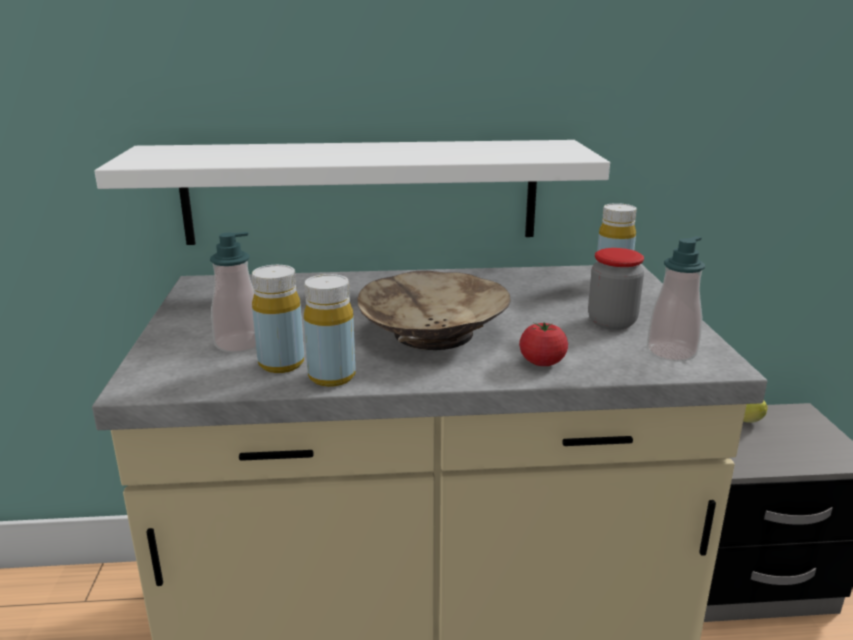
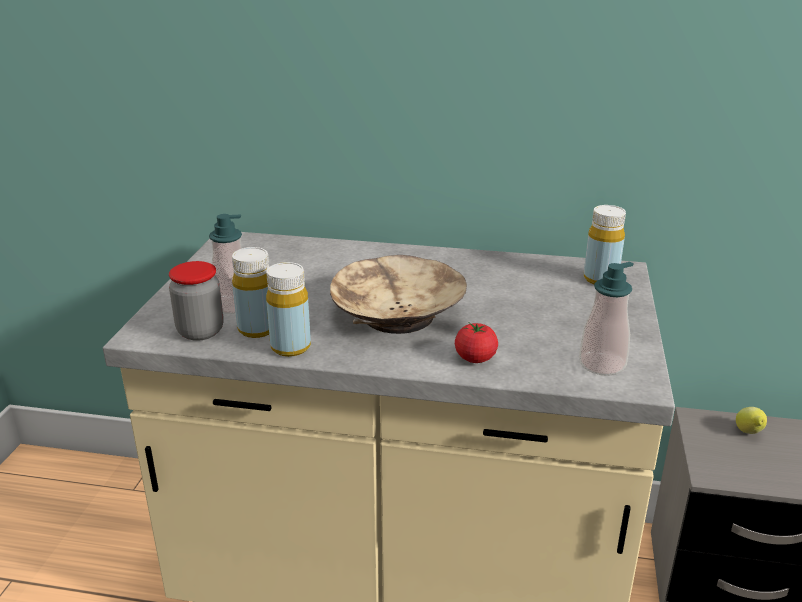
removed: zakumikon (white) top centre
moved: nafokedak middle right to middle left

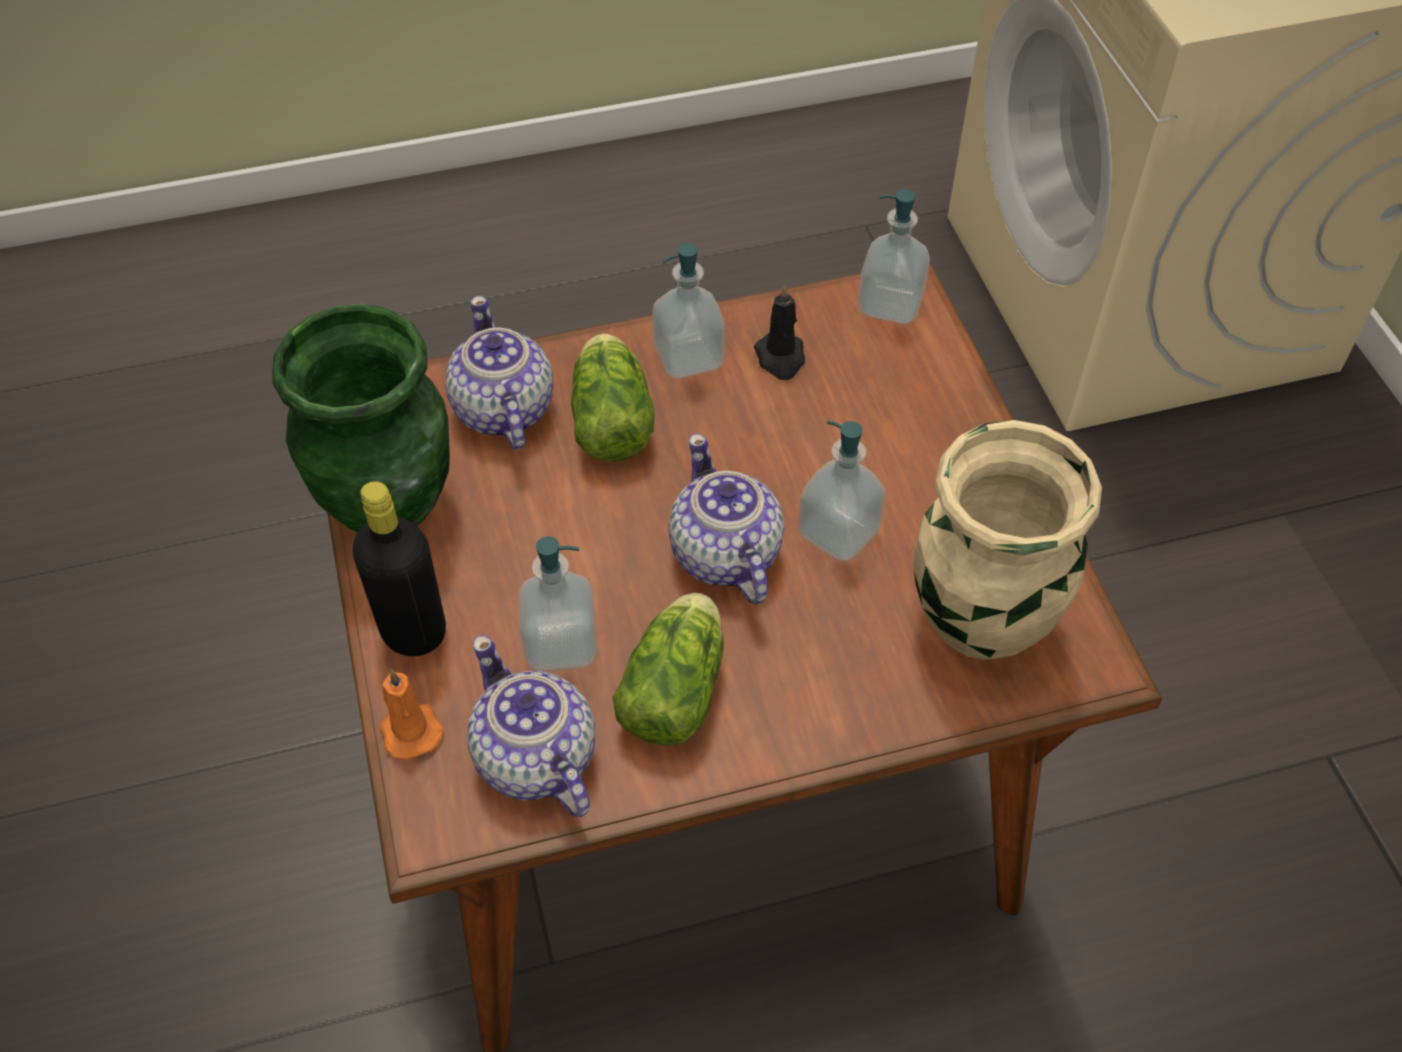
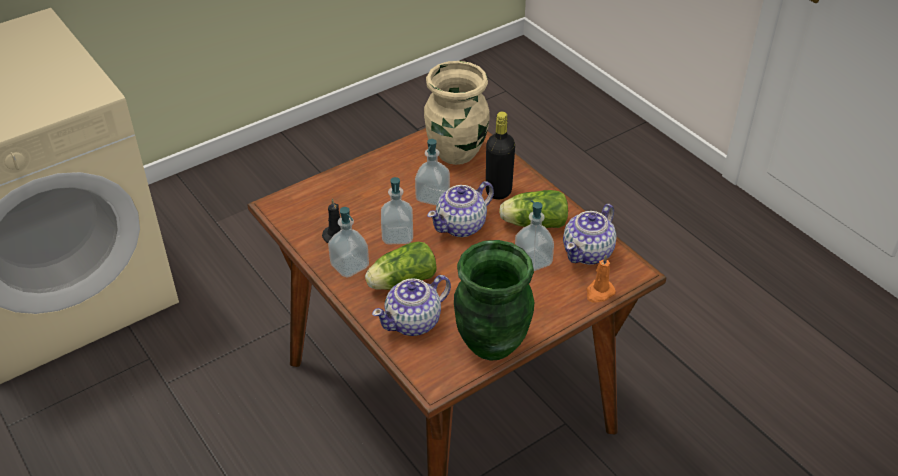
moved: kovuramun (4th from left in the first image) top centre to kovuramun (2nd from left) centre; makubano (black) middle left to top centre

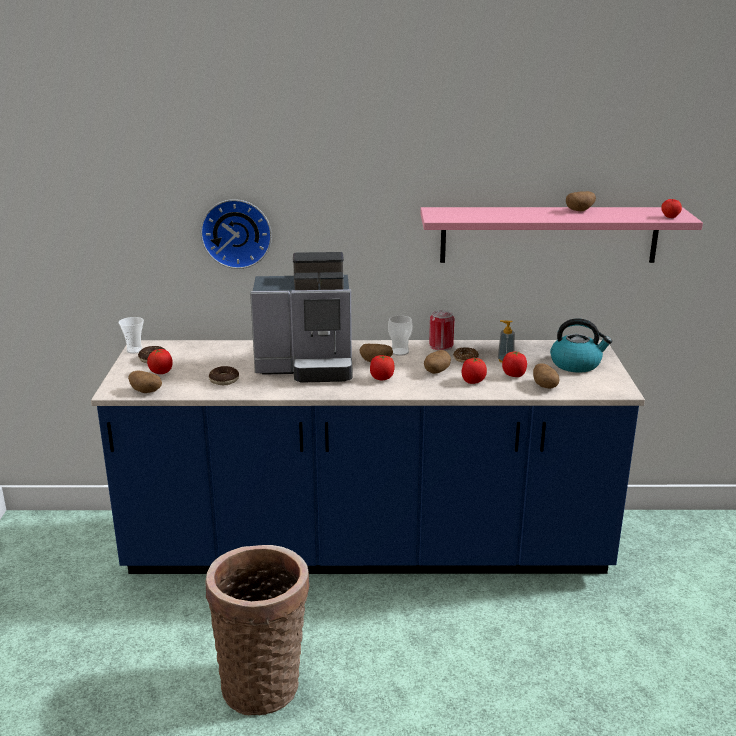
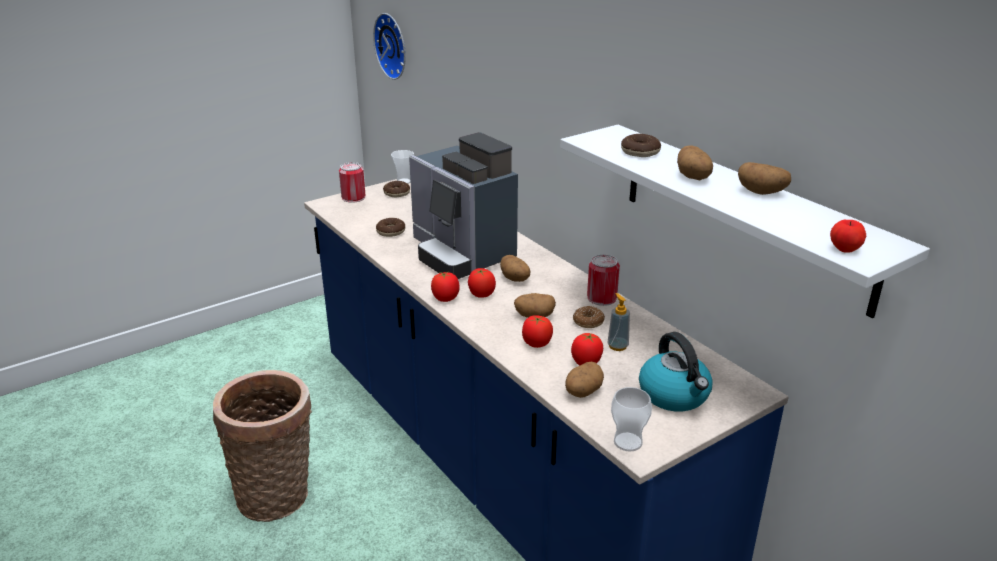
added: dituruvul (4th from left) top centre; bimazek (1st from left) top centre
moved: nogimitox top left to top centre; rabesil (2nd from left) centre to bottom centre; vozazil (1st from left) middle left to centre; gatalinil (1st from left in the first image) middle left to gatalinil (4th from left) top right
recoloured: zakumikon (pink) top right to zakumikon (white) middle right

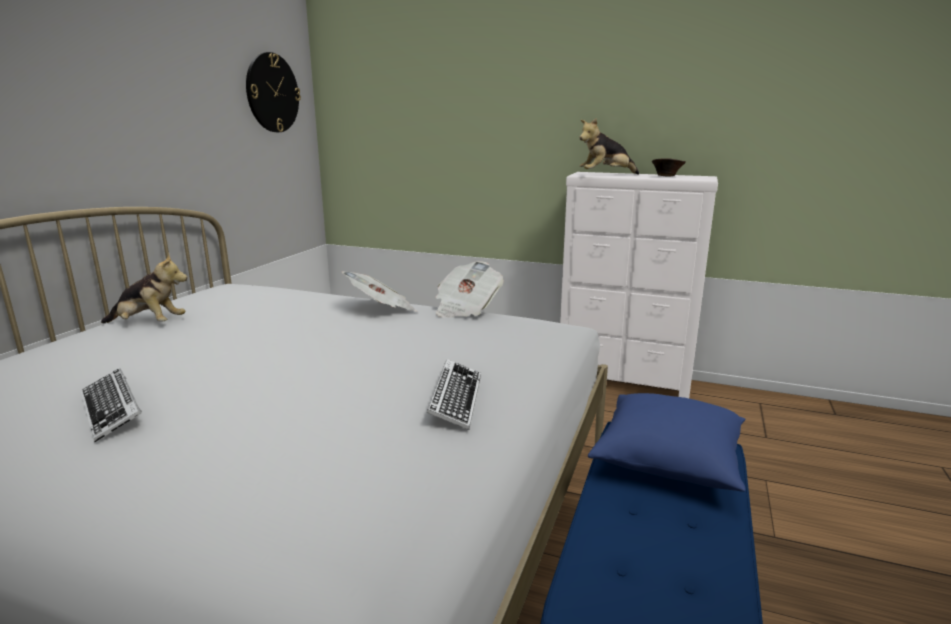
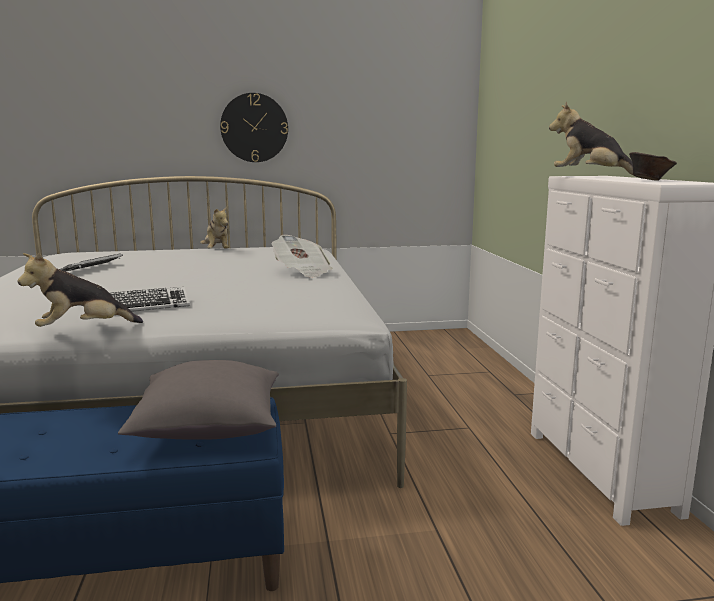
removed: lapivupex (2nd from left) centre
added: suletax (1st from left) middle left
moved: nogimitox top left to top centre
recoloured: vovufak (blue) bottom right to vovufak (grey) middle left

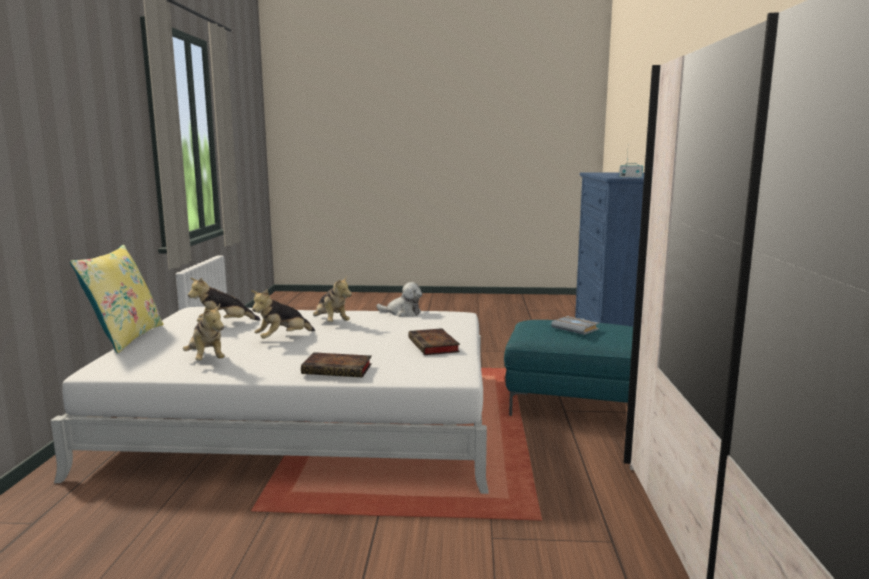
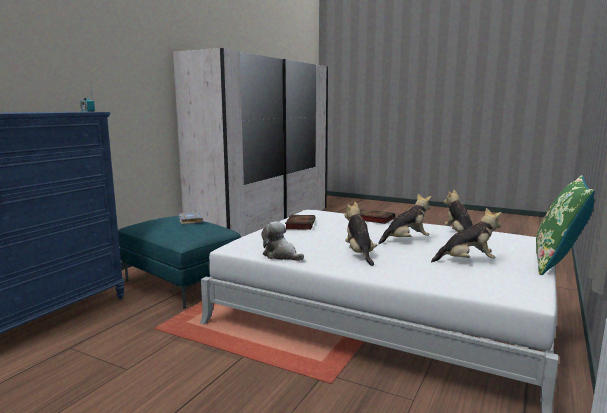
recoloured: vovufak (yellow) middle left to vovufak (green) middle right

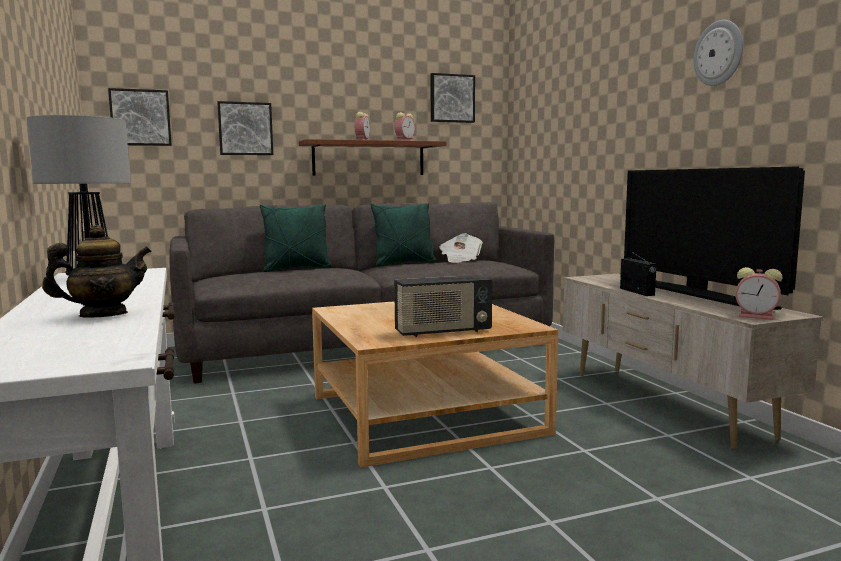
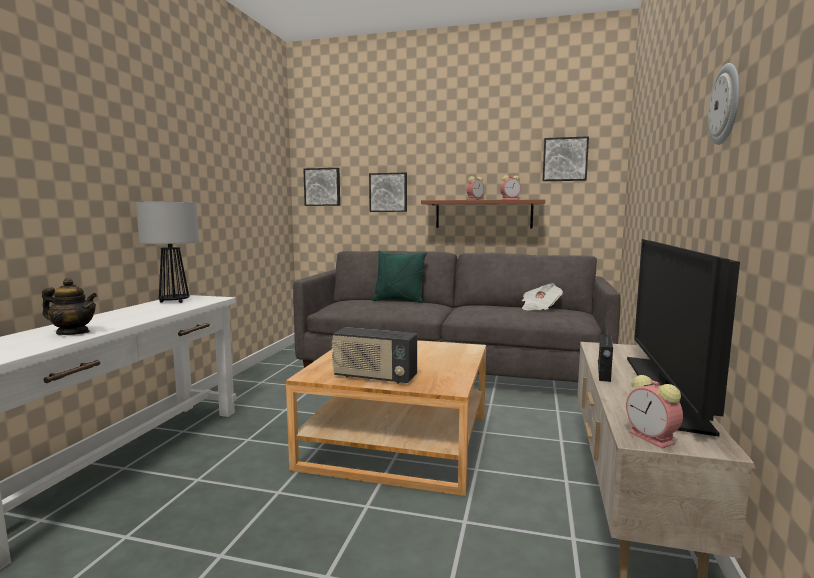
removed: vovufak (green) (2nd from left) centre

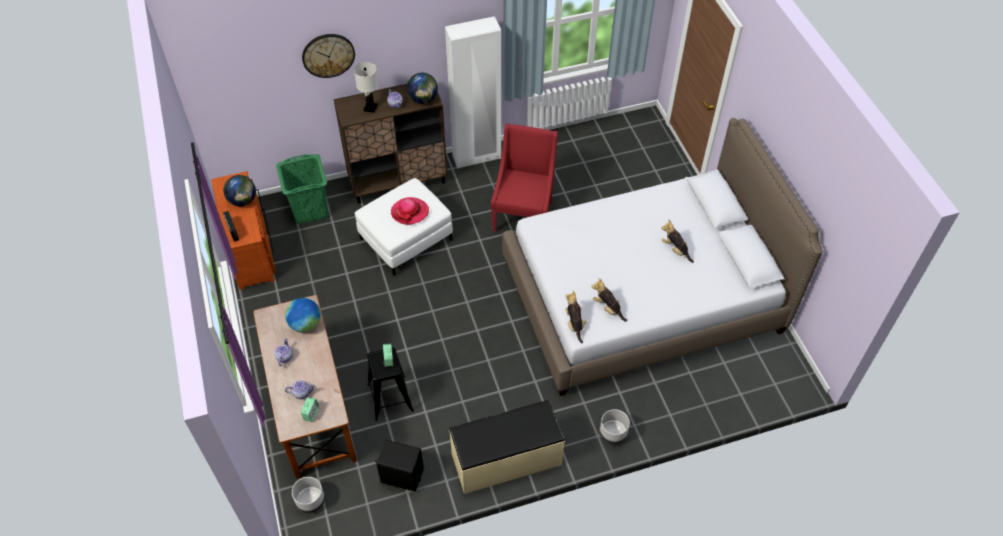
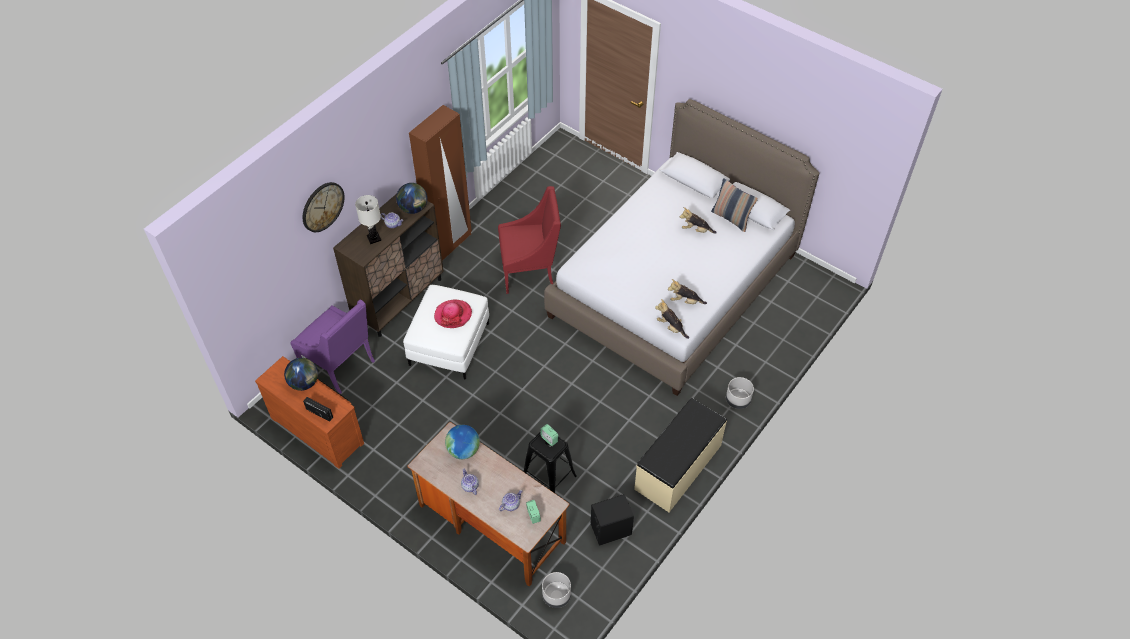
added: vovufak top centre
replaced: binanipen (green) middle left to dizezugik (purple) middle left
recoloured: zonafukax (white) top centre to zonafukax (brown) top centre
turned: dizezugik (red) top centre = centre 105 degrees clockwise

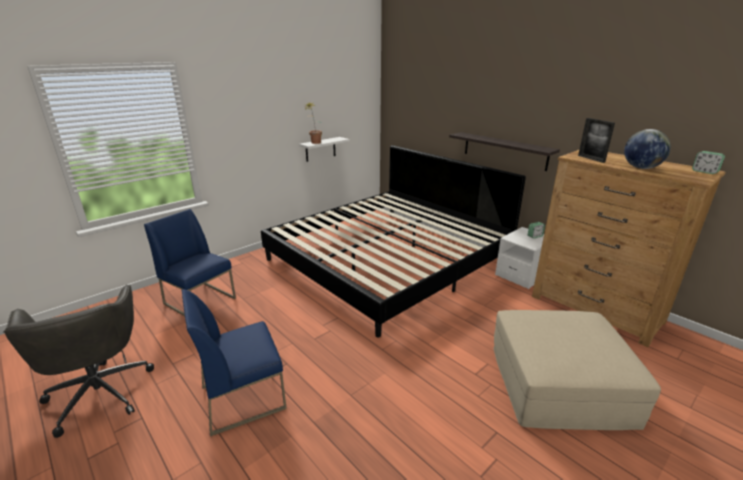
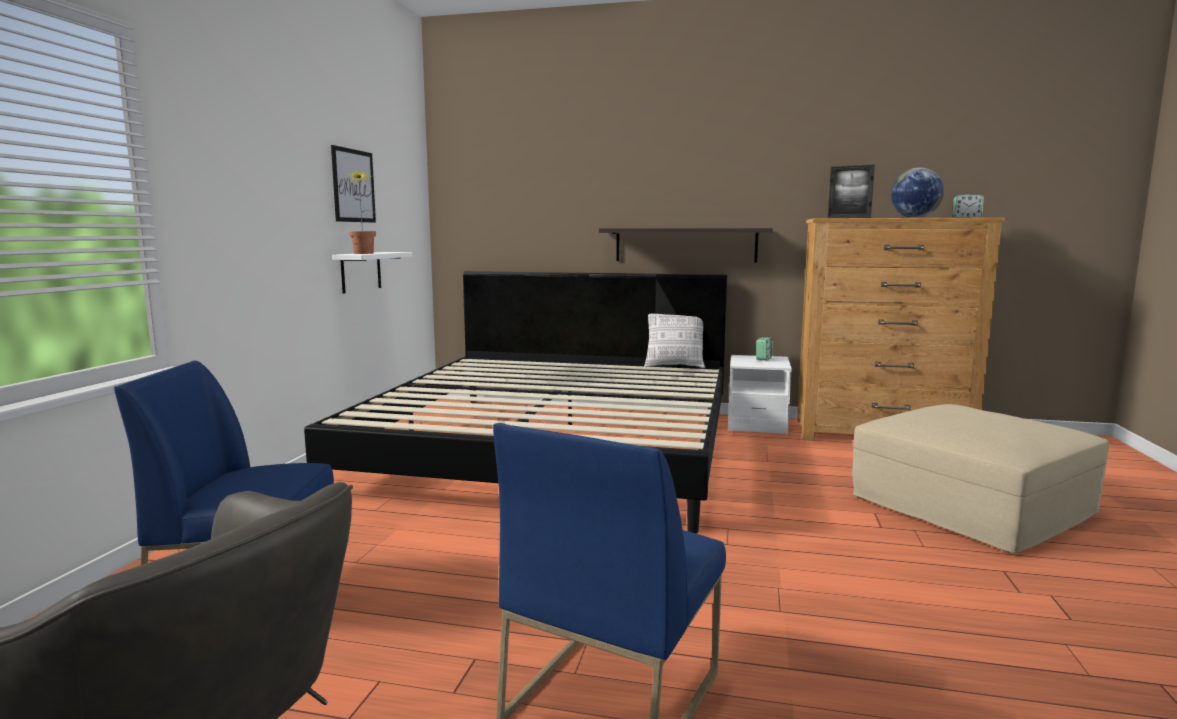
added: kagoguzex top left; vovufak centre

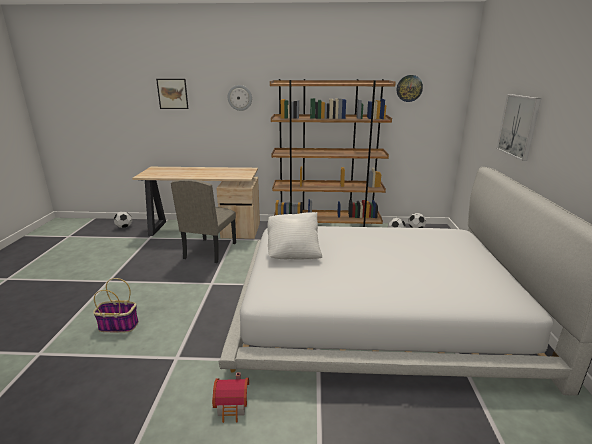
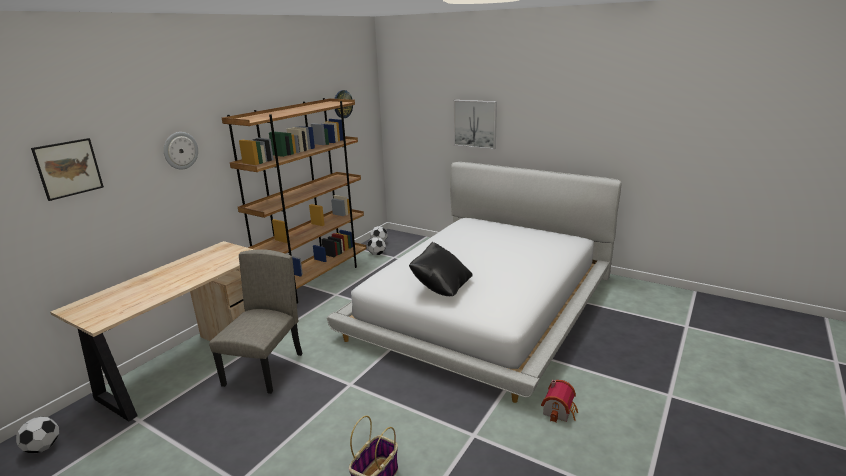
recoloured: vovufak (white) centre to vovufak (black) centre
turned: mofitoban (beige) centre = bottom left 120 degrees counterclockwise

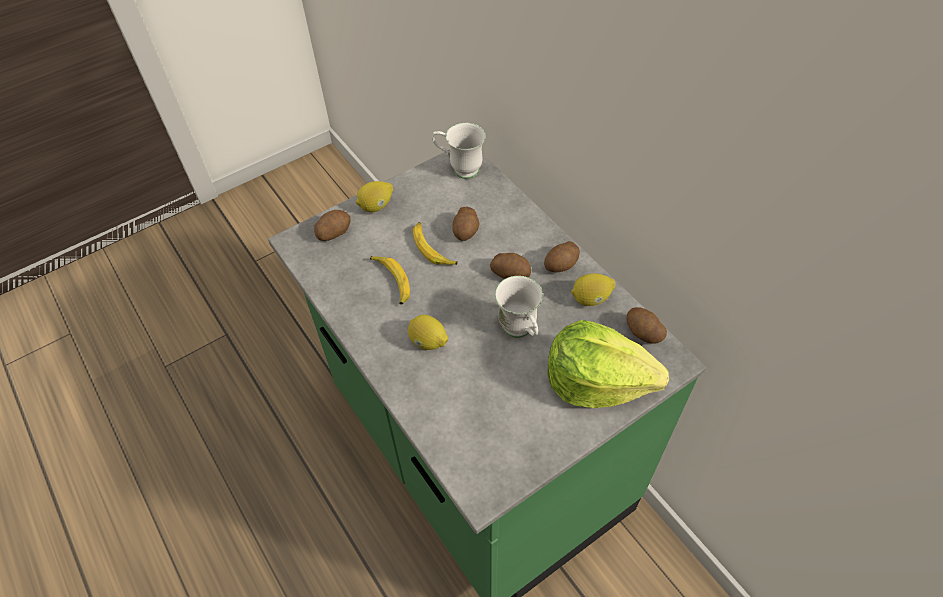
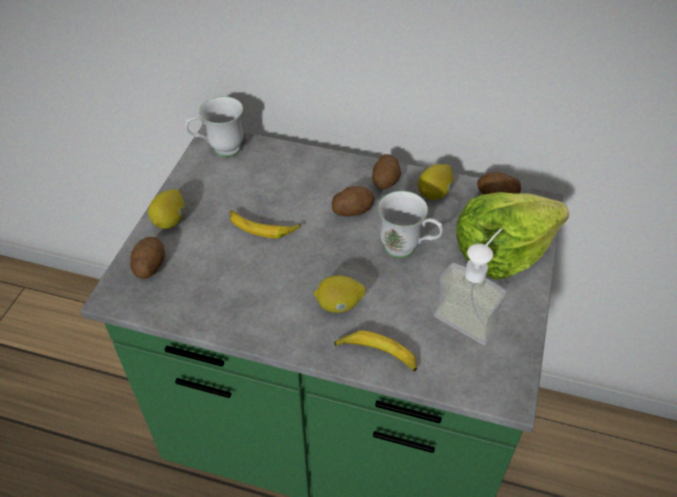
removed: gatalinil (2nd from left) centre
added: kovuramun middle right
moved: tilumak (1st from left in the first image) centre to tilumak (2nd from left) bottom centre

